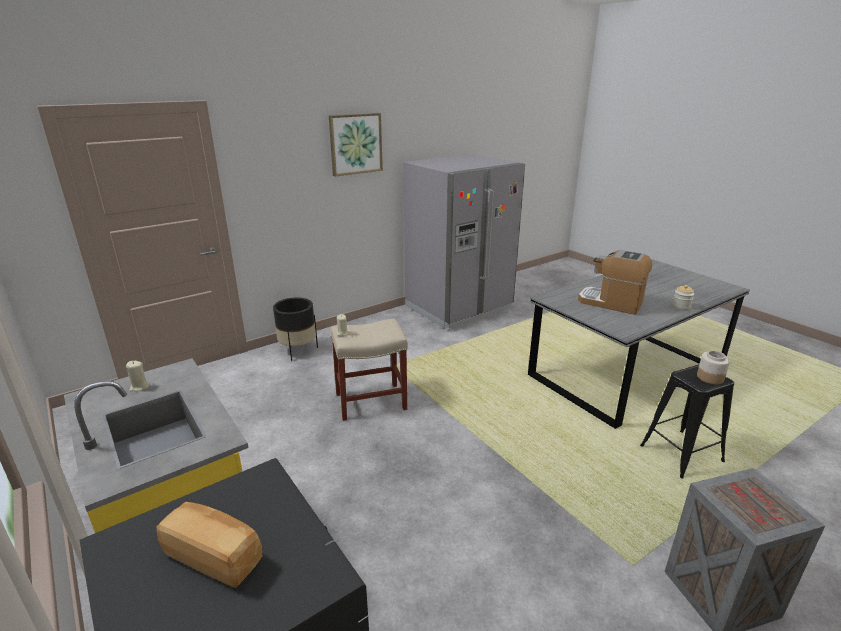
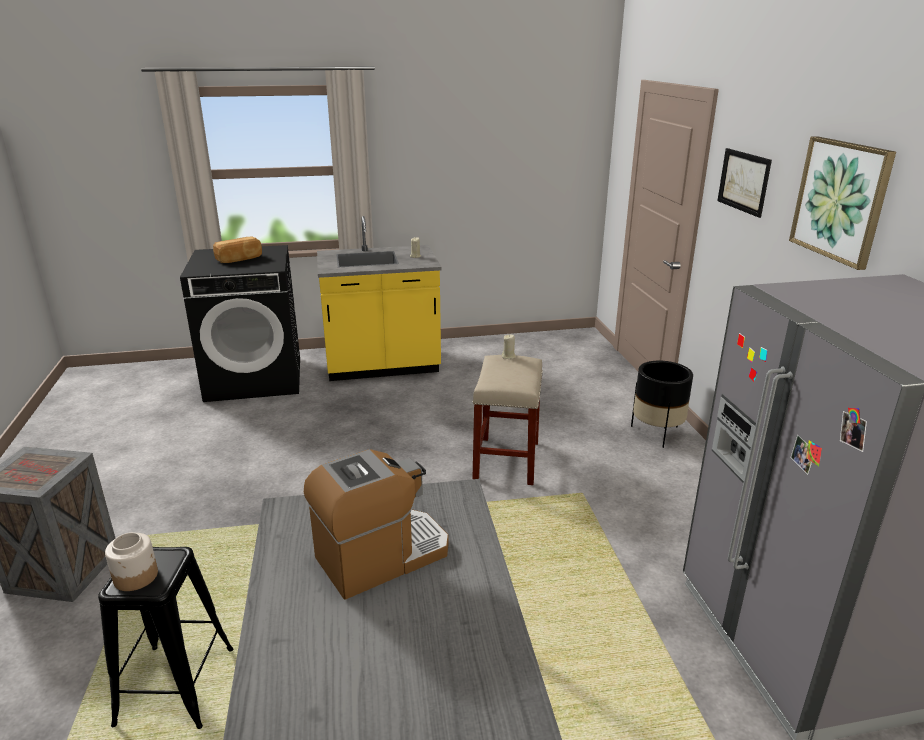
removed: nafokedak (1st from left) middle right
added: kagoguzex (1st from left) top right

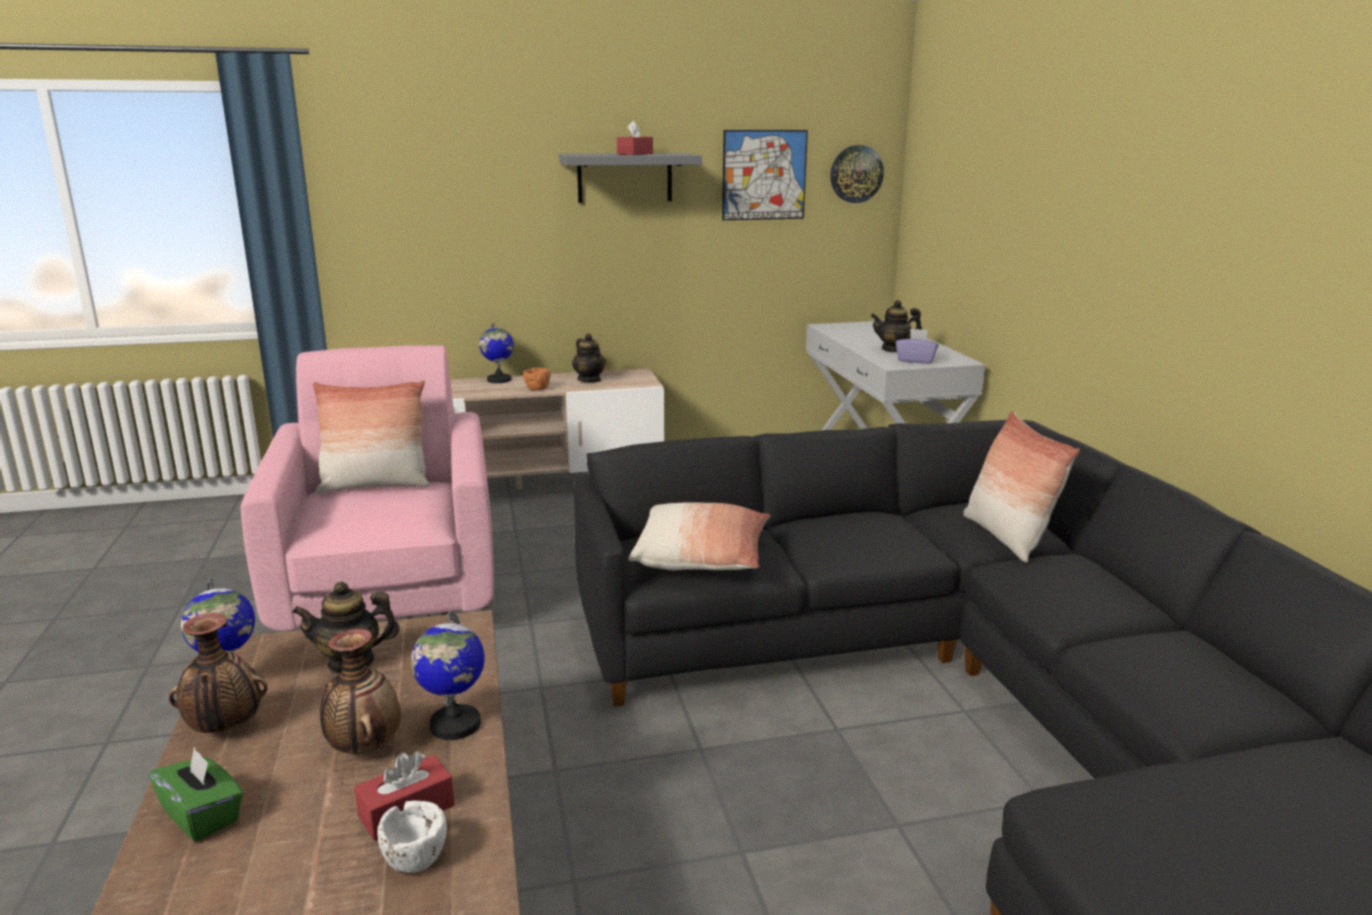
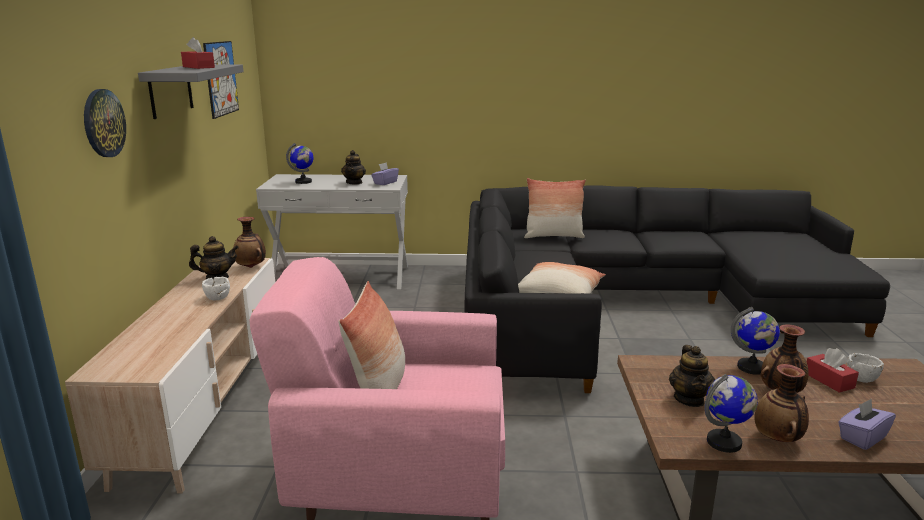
added: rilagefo (1st from left) middle left
moved: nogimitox top centre to top left; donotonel (3rd from left in the first image) centre to donotonel (1st from left) top left
recoloured: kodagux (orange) centre to kodagux (white) (1st from left) middle left; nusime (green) bottom left to nusime (purple) (2nd from left) bottom right

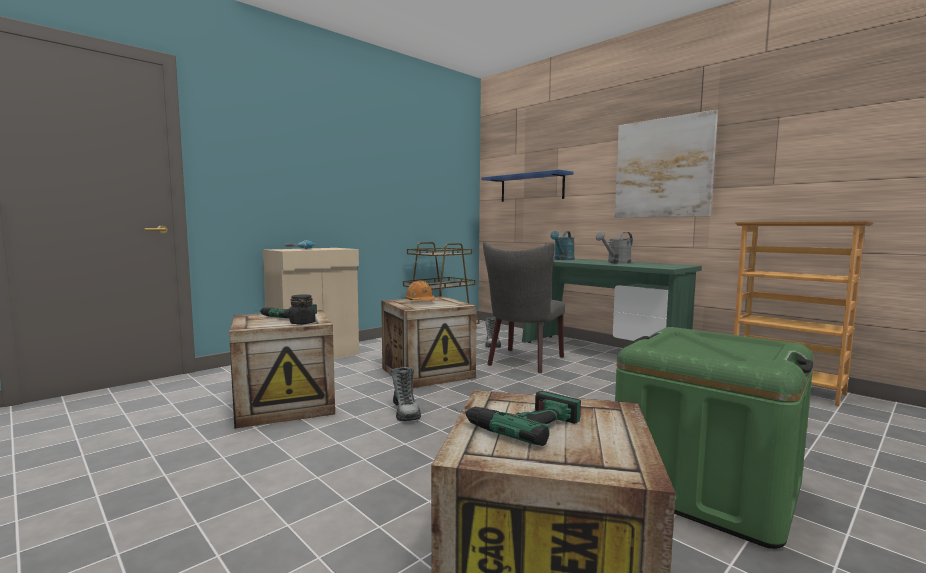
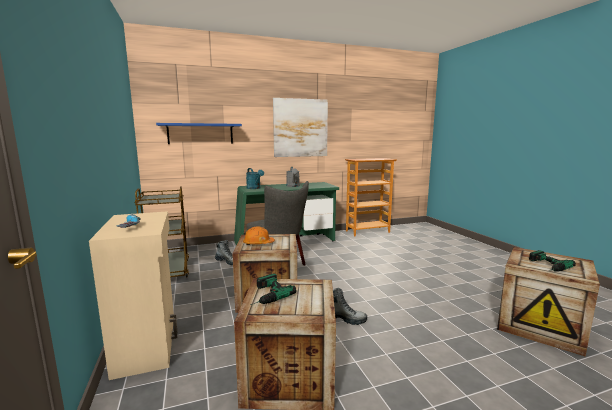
removed: nafokedak (black) middle left; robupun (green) bottom right

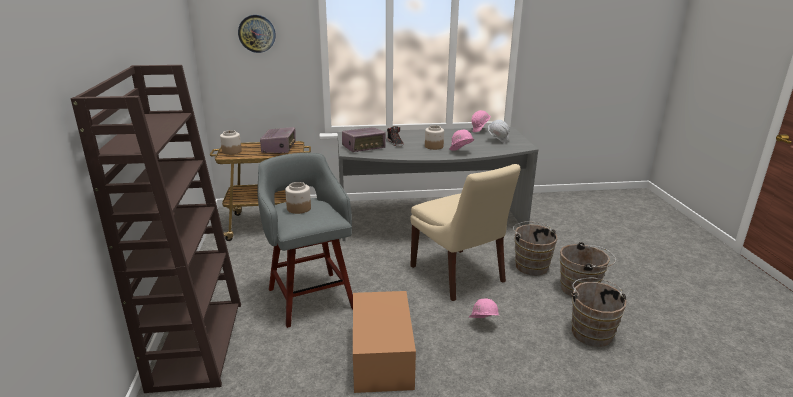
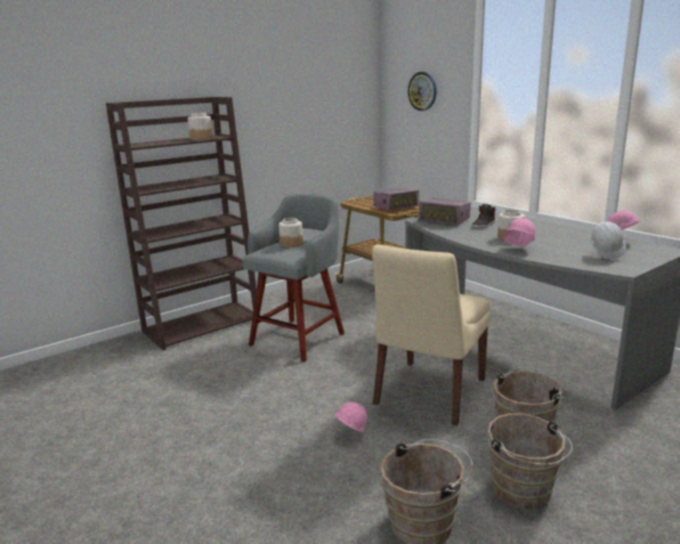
removed: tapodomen bottom centre
moved: nafokedak (1st from left) middle left to top left

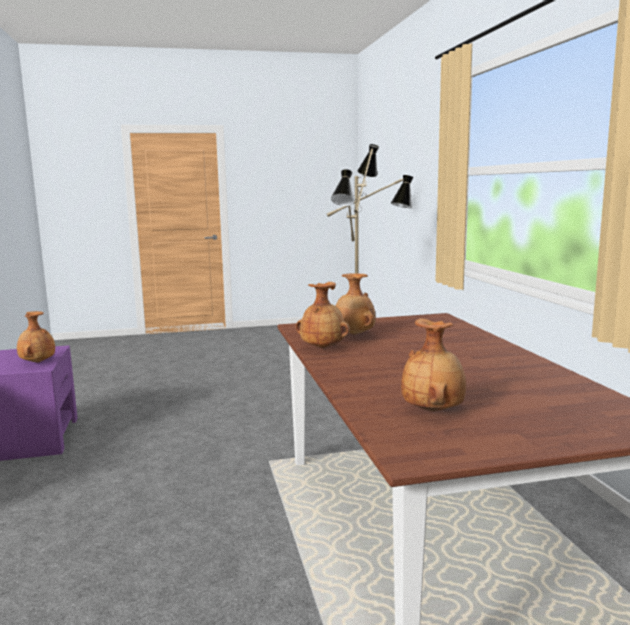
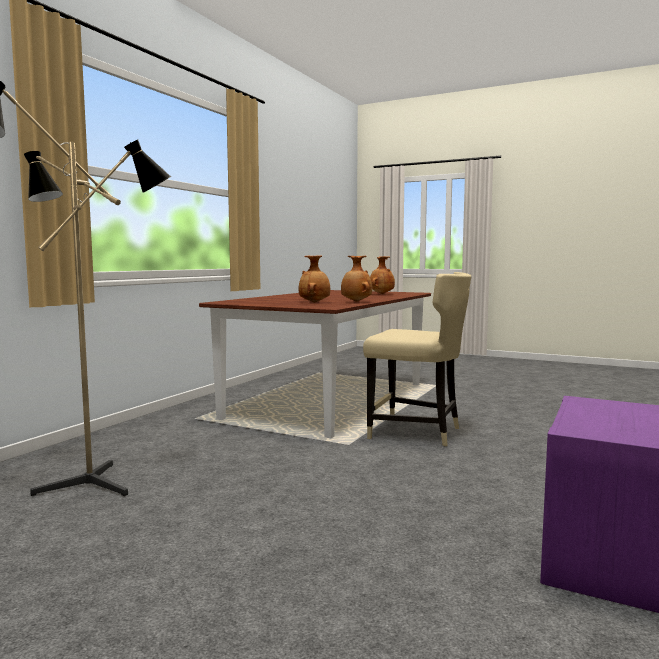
removed: rilagefo (brown) (1st from left) middle left
added: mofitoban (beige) centre

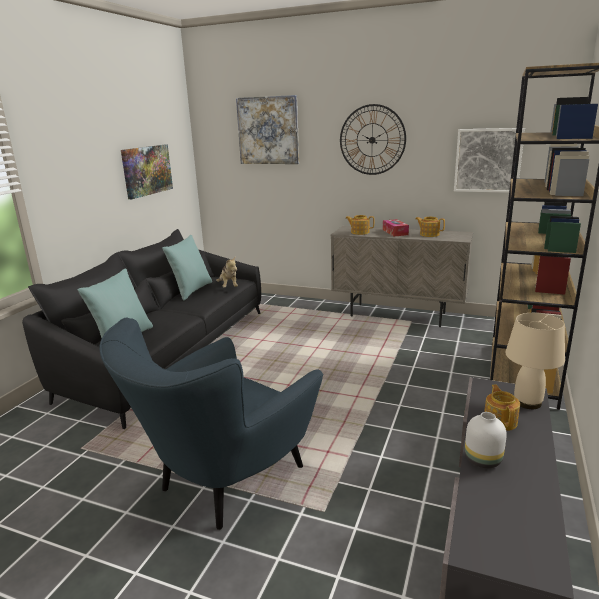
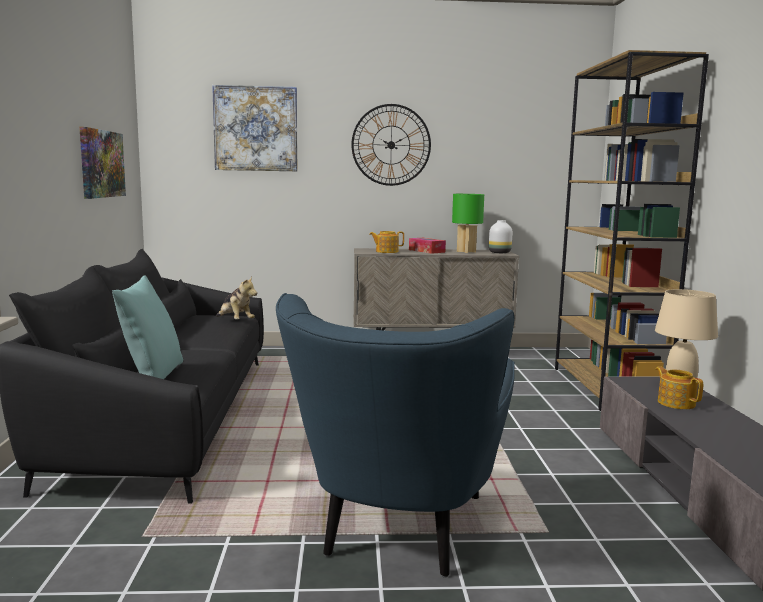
removed: kagoguzex (3rd from left) top right; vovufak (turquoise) (2nd from left) middle left
moved: rilagefo (white) bottom right to centre
replaced: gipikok (2nd from left) middle right to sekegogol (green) centre

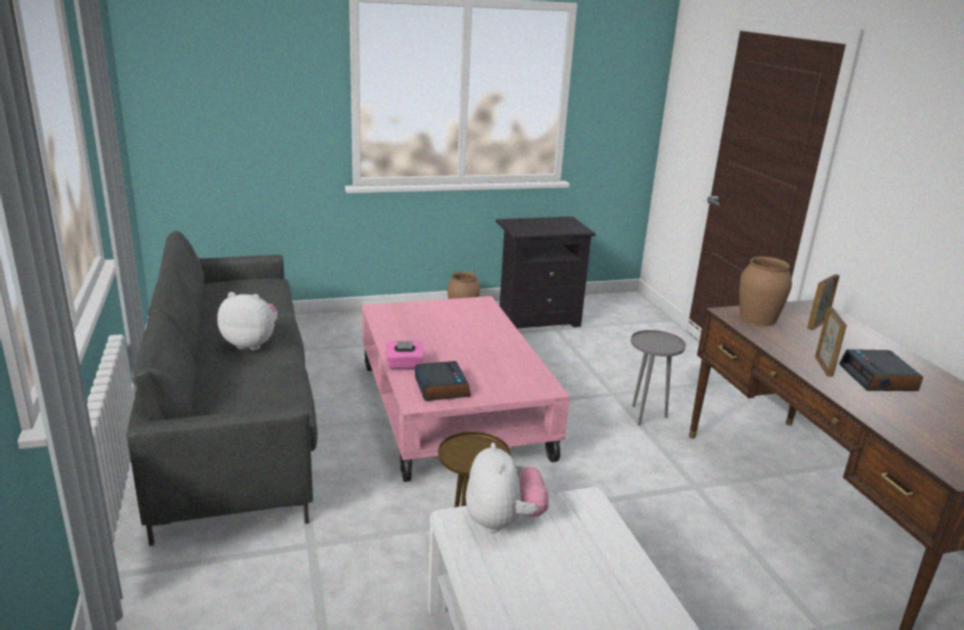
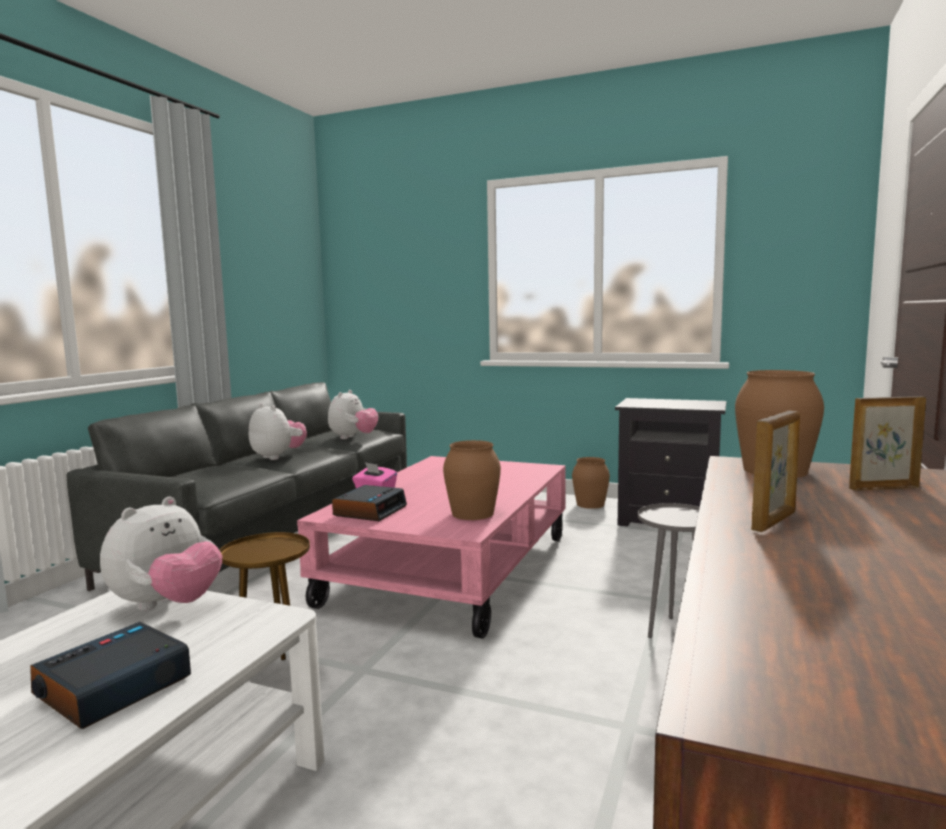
added: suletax (3rd from left) centre; rilagefo (brown) (1st from left) centre
moved: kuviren (2nd from left in the first image) middle right to kuviren (1st from left) bottom left

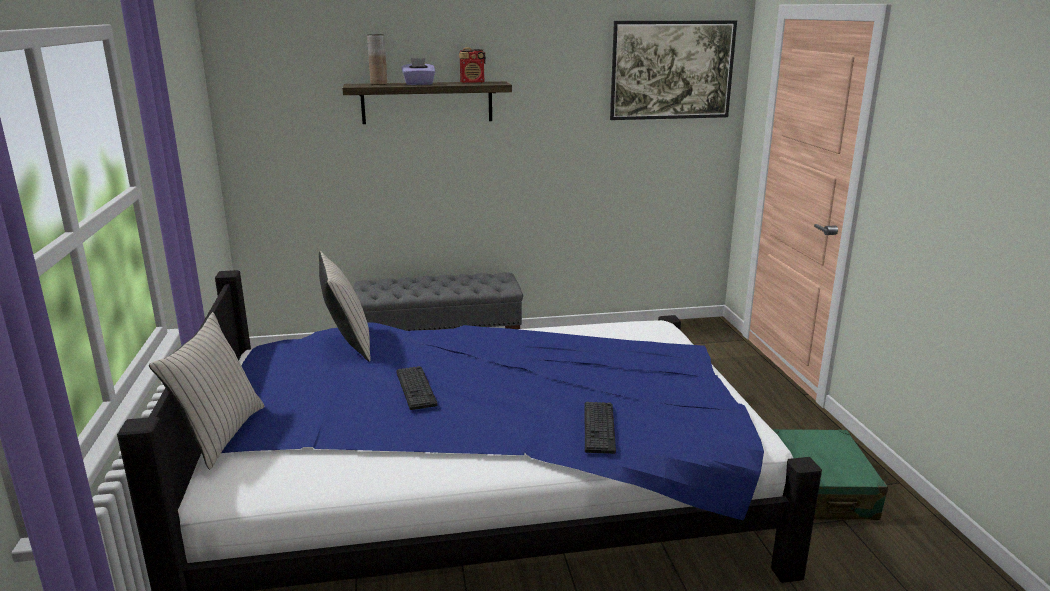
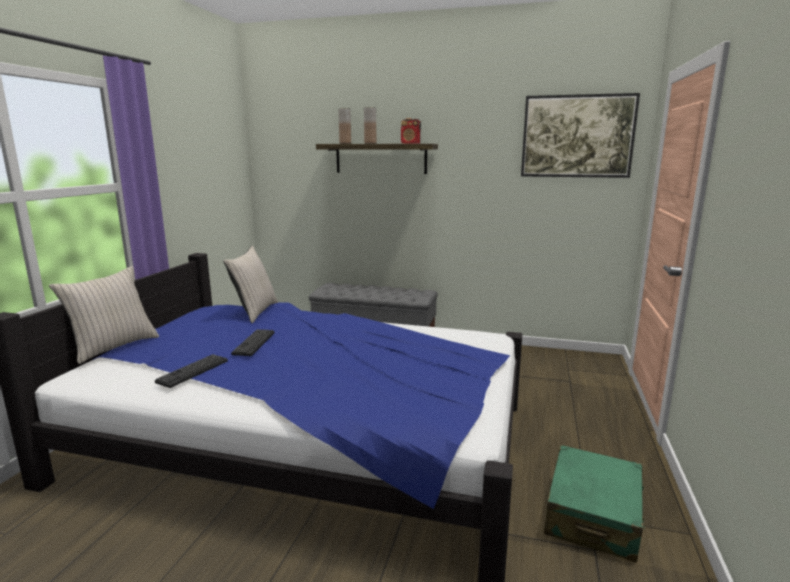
moved: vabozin (2nd from left in the first image) bottom centre to vabozin (1st from left) middle left
replaced: nusime (purple) top centre to rilagefo (brown) (2nd from left) top centre

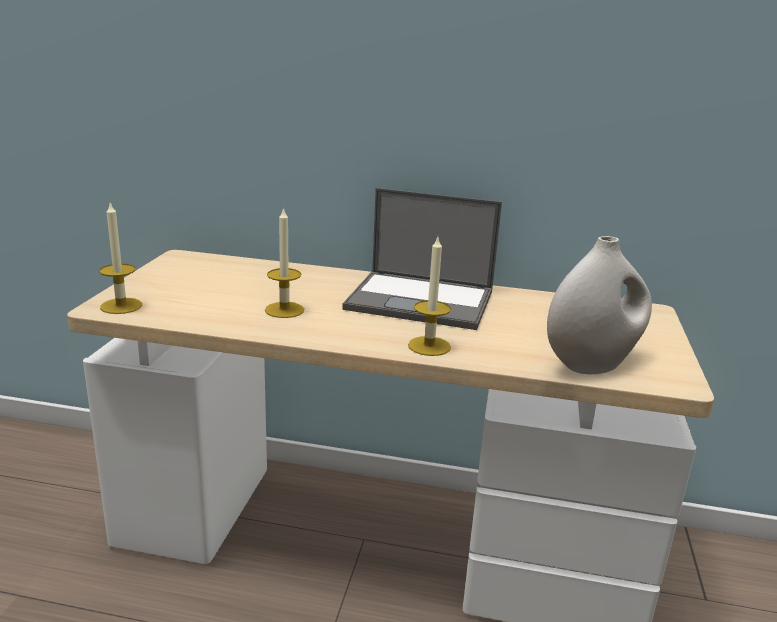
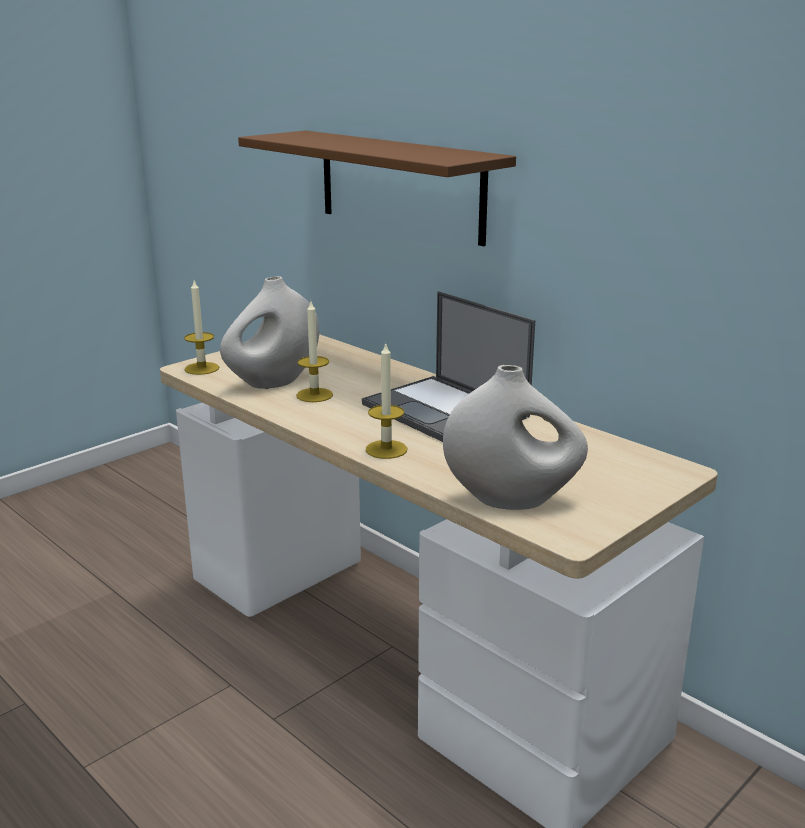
added: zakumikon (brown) top centre; rilagefo (white) (1st from left) centre

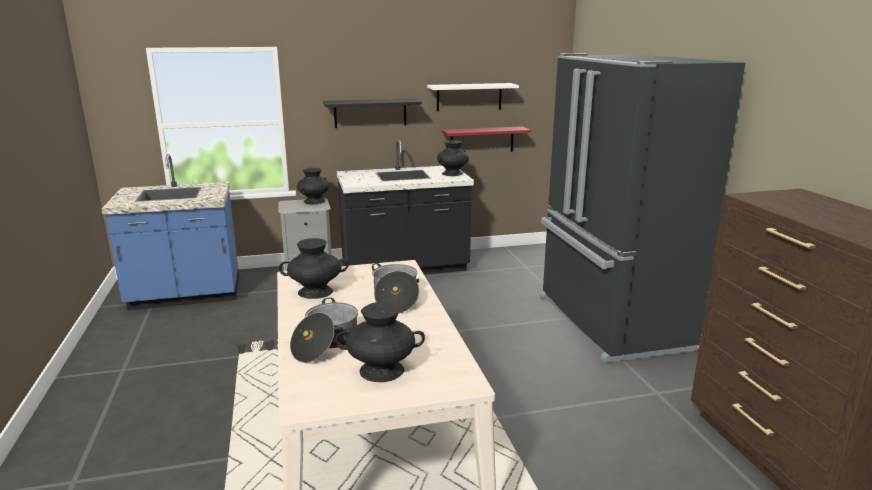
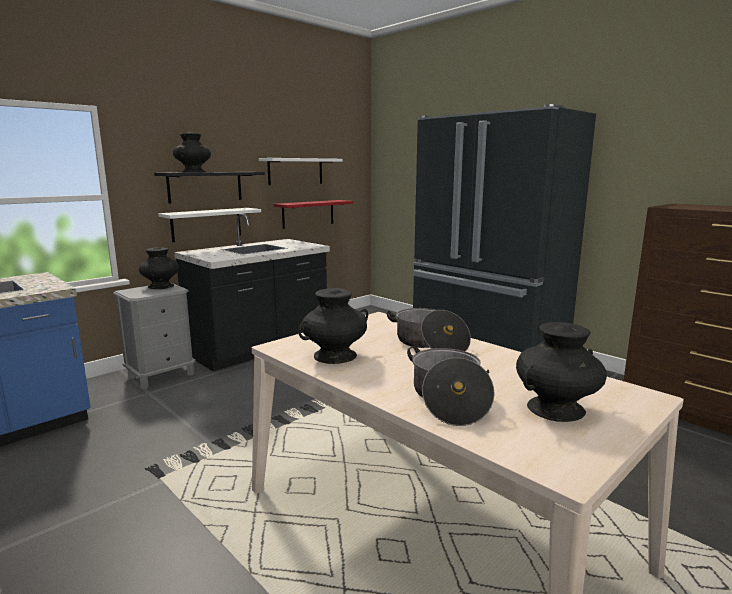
added: zakumikon (white) (1st from left) middle left
moved: rilagefo (black) (4th from left in the first image) top centre to rilagefo (black) (2nd from left) top left

